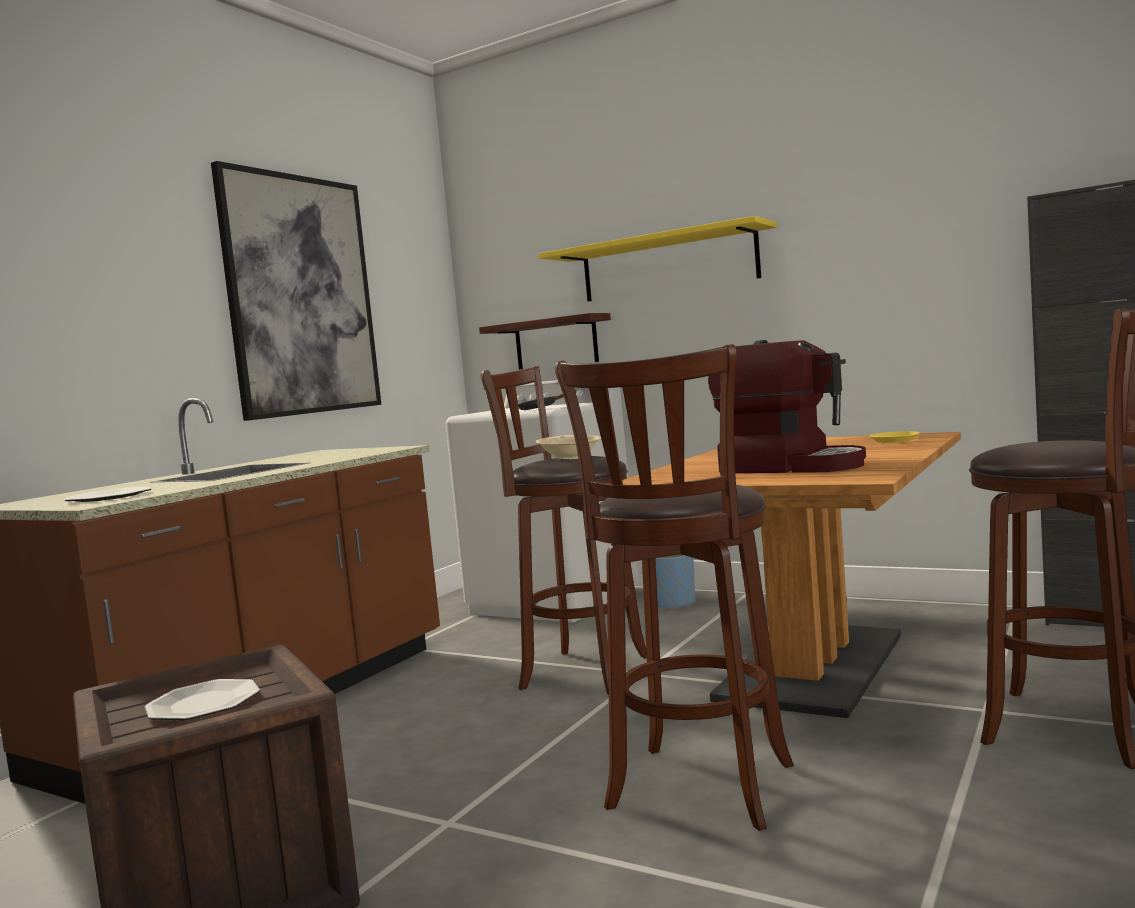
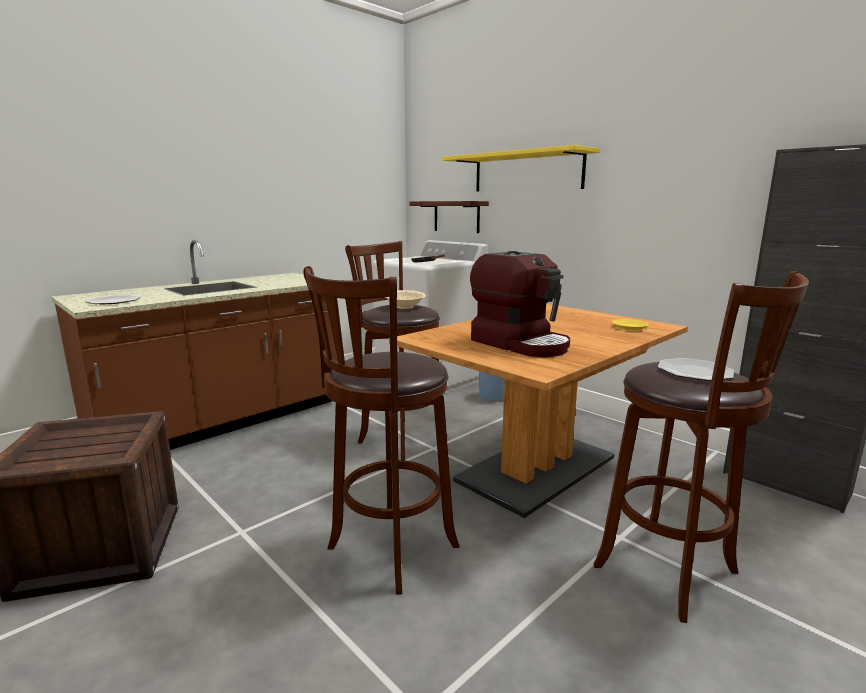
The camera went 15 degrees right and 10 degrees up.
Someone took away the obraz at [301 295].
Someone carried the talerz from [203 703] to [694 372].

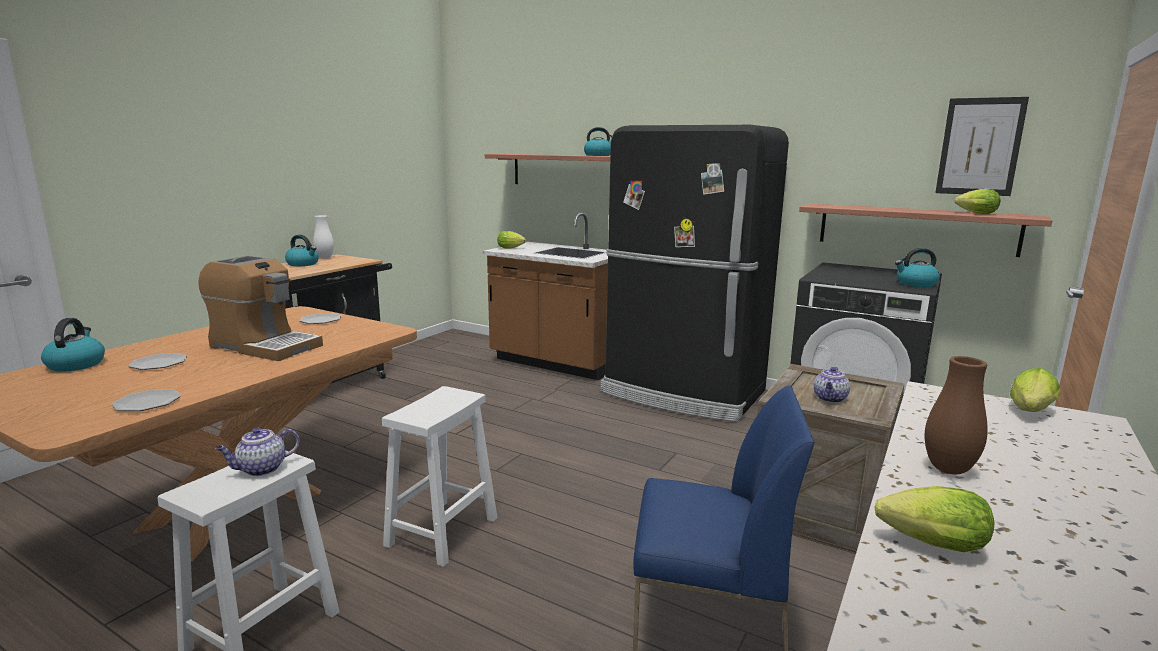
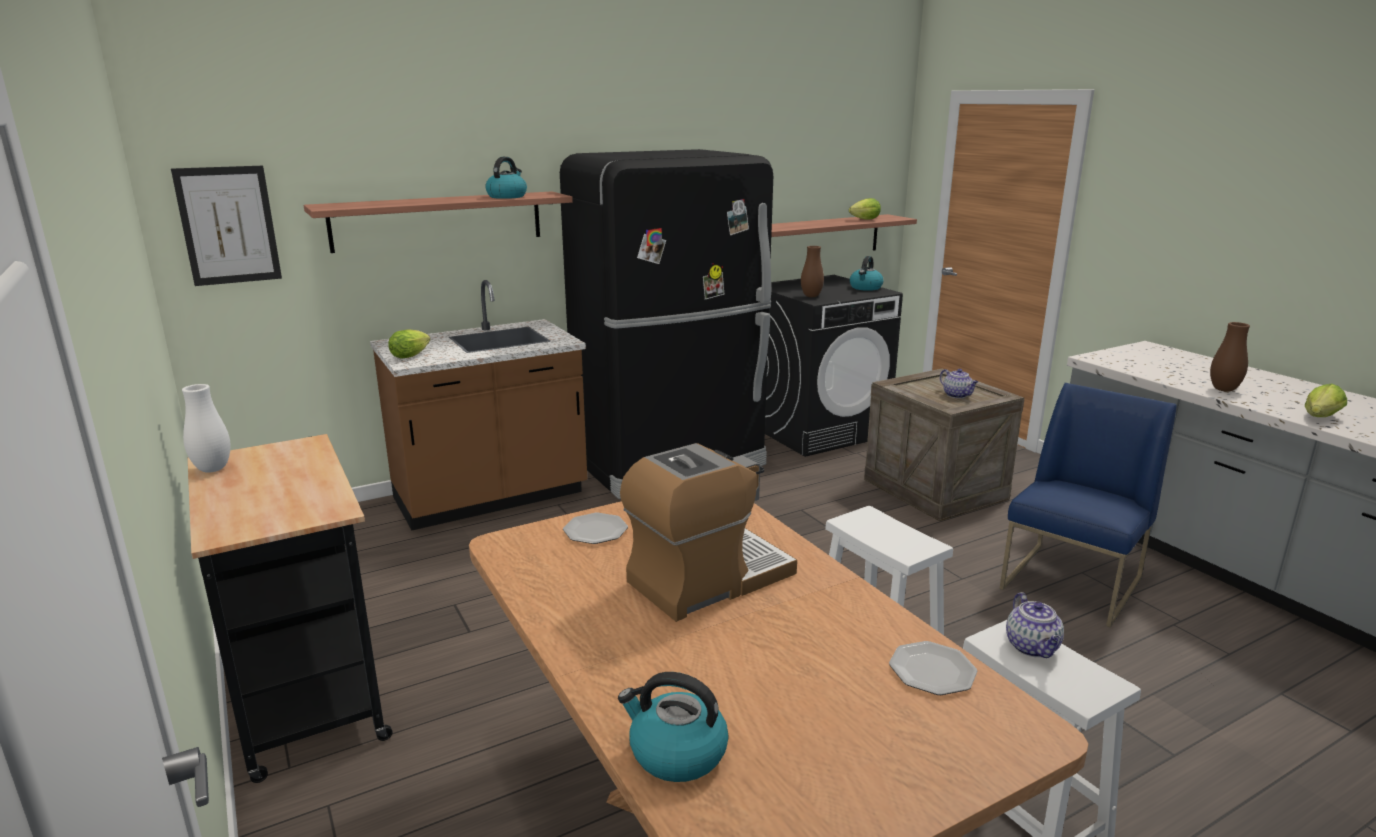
The camera went 60 degrees left and 5 degrees up.
Someone carried the obraz from [980 147] to [228 225].
Someone took away the czajnik at [303 264].
Someone took away the talerz at [159 363].
Someone took away the sałata at [1030 412].
Someone put down the wazon (brązowy) at [811 296].

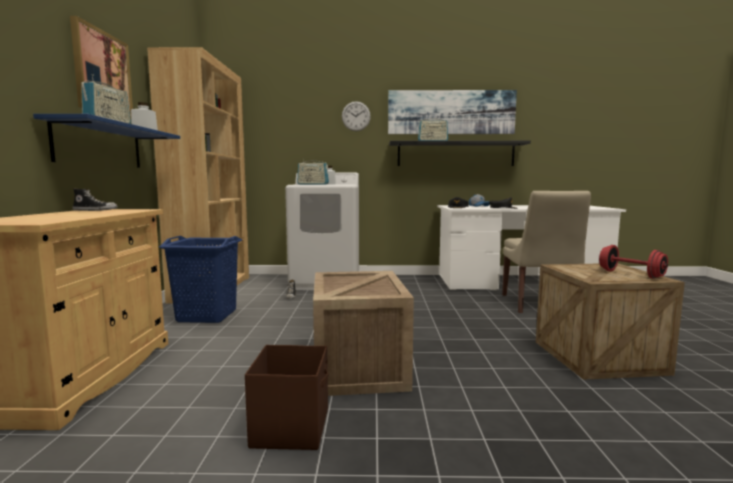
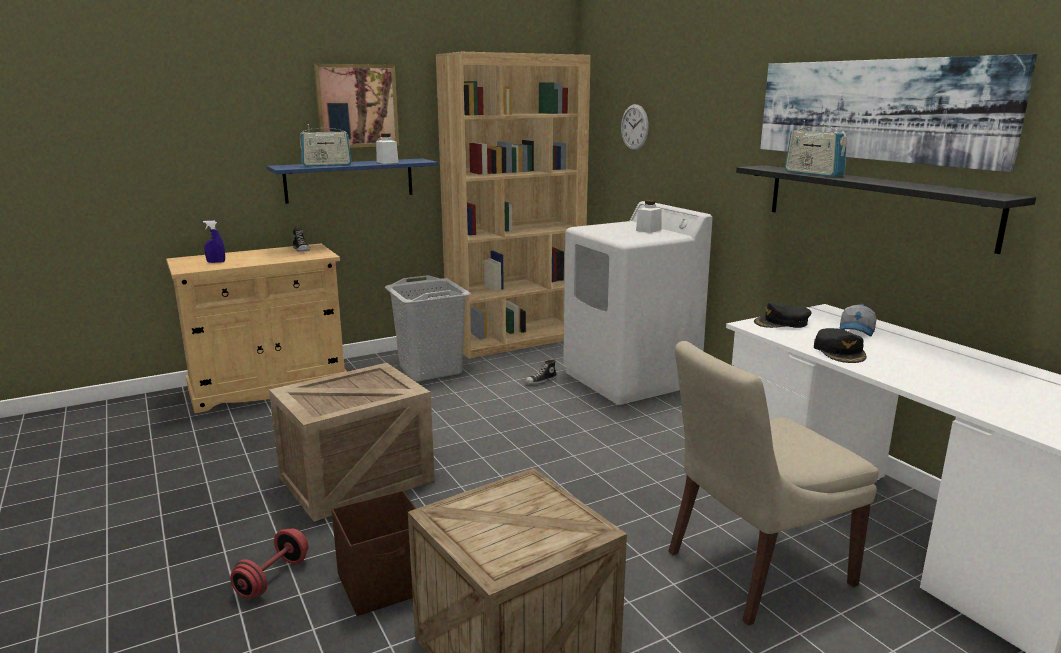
The camera went 60 degrees right and 10 degrees up.
Someone carried the zegar ścienny from [356 116] to [634 127].
Someone took away the radio at [313 184].
Someone repainted the kosz na pranie (niebieski) at [206 315], which became the kosz na pranie (szary) at [431 370].
Someone carried the hantel (czerwony) from [631 274] to [272 578].
Someone carried the pojemnik do przechowywania (brązowy) from [292 427] to [385 584].
Someone put down the spryskiwacz (niebieski) at [216 262].

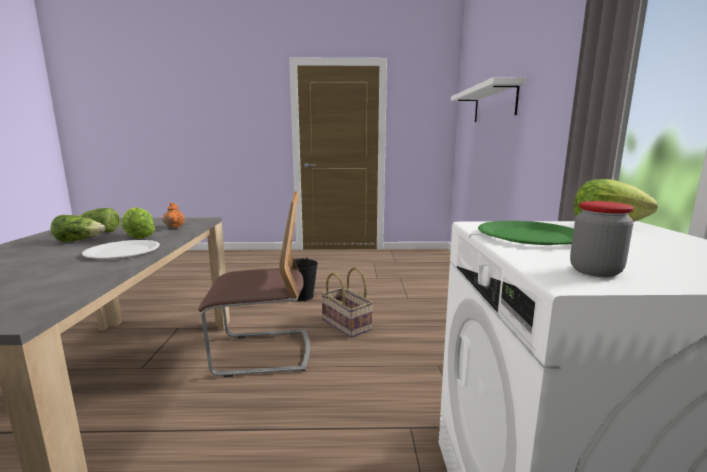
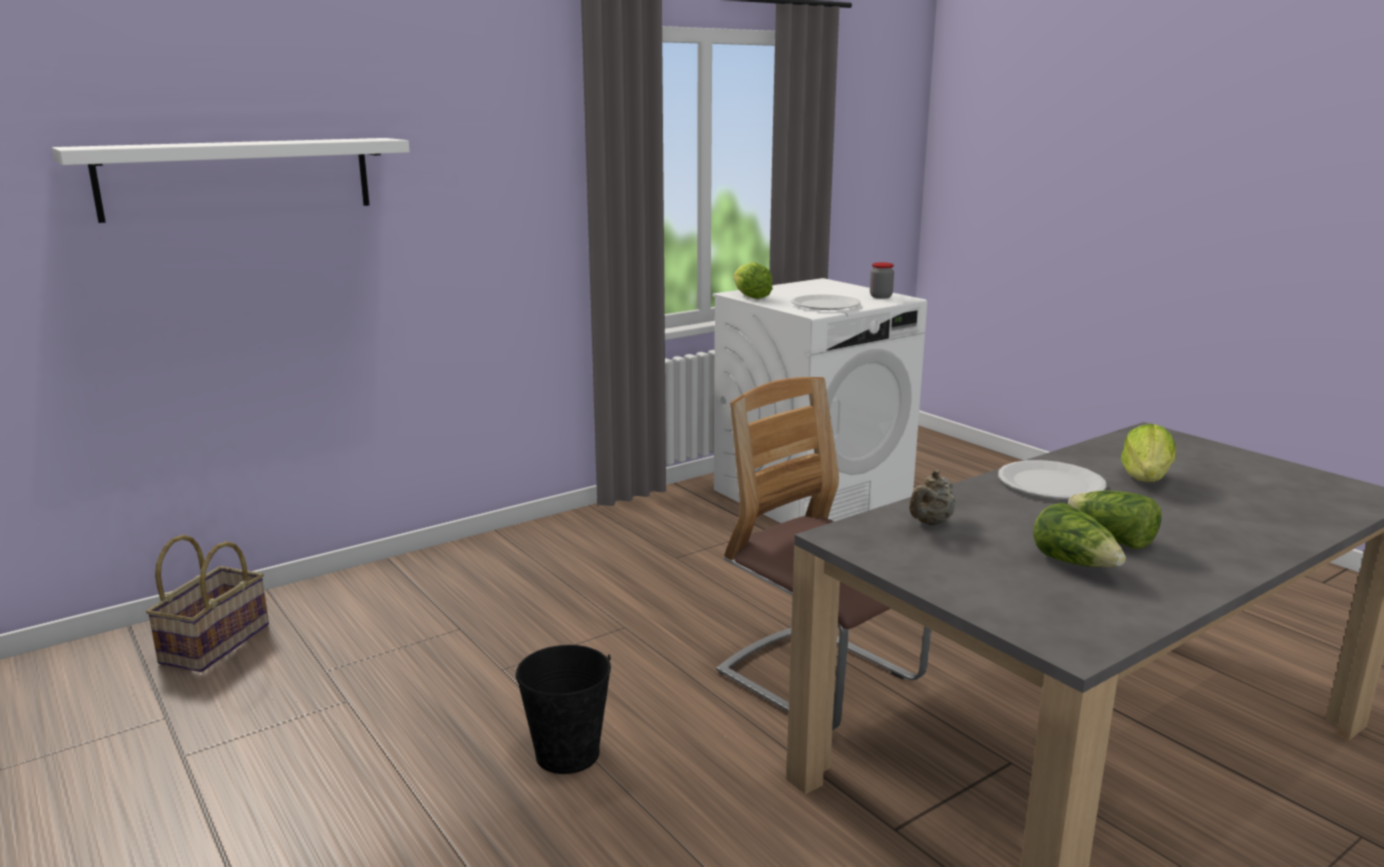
The camera went 125 degrees left and 5 degrees up.
Someone repainted the imbryk (pomarańczowy) at [175 227], which became the imbryk (beżowy) at [930 523].
Someone carried the sałata from [138 236] to [1146 479].
Someone repainted the talerz (zielony) at [530 236], which became the talerz (biały) at [825 305].
Someone carried the koszyk from [347 324] to [214 643].

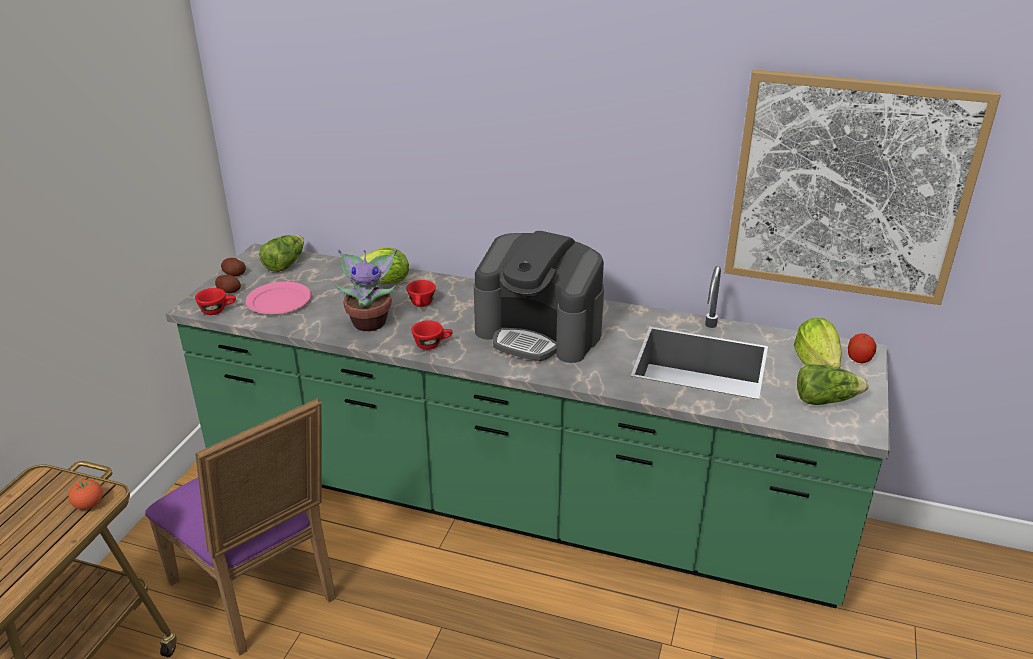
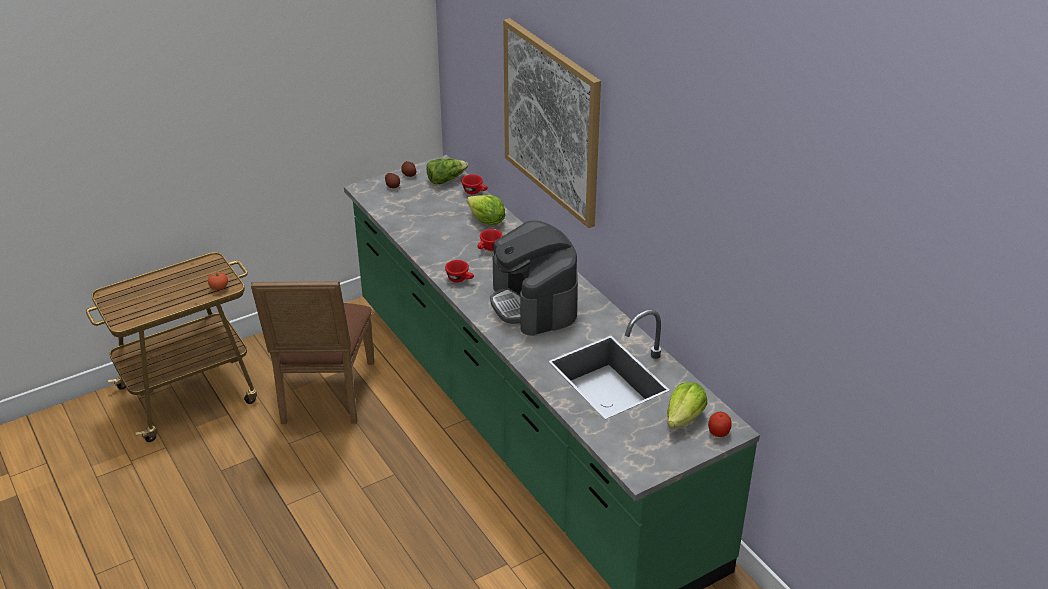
The camera went 40 degrees right and 5 degrees up.
Someone carried the obraz from [849 188] to [552 121].
Someone took away the roślina doniczkowa at [370 322].
Someone took away the talerz (różowy) at [279 301].
Someone carried the filiżanka (czerwony) from [218 310] to [475 192].
Someone took away the sałata at [825 399].
Someone repainted the krzesło (fioletowy) at [261 592], which became the krzesło (brązowy) at [323 396].

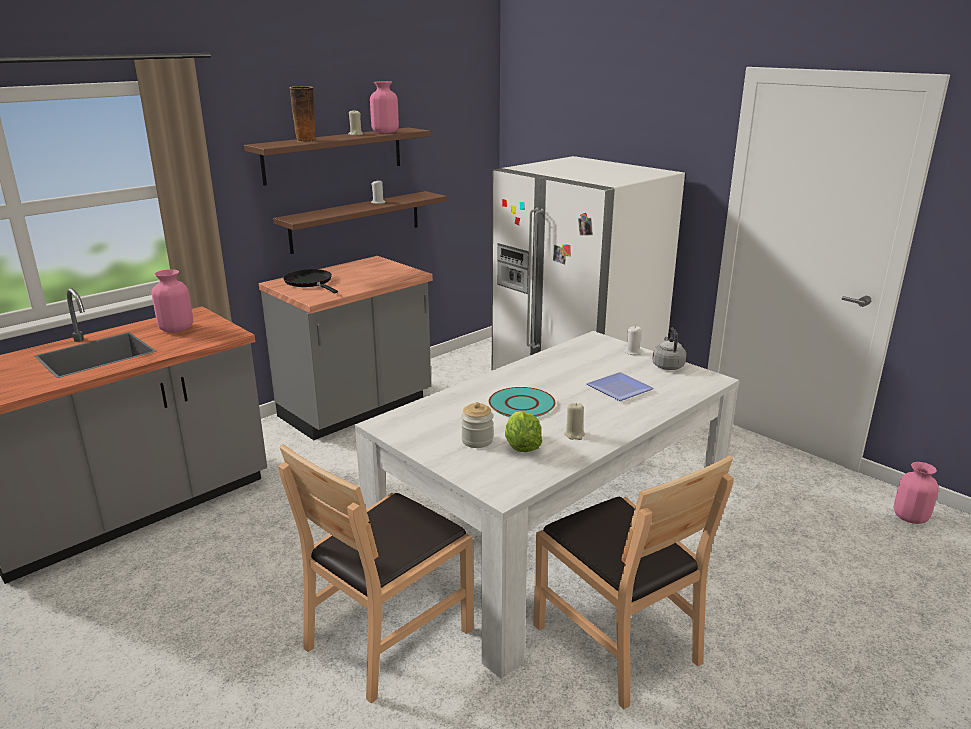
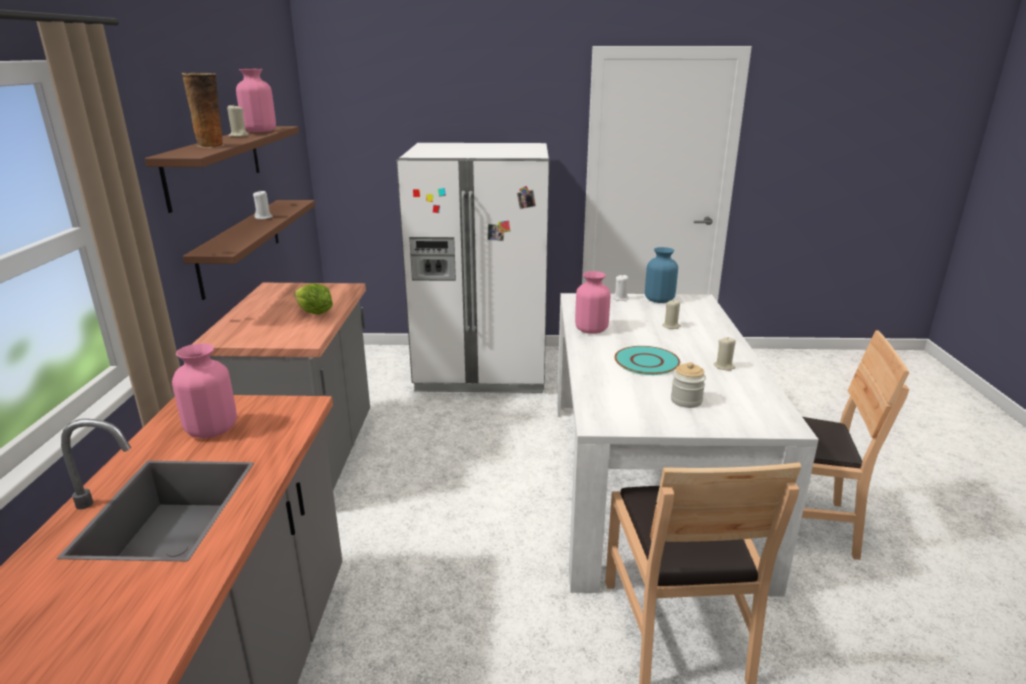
The camera went 45 degrees left and 0 degrees up.
Someone took away the patelnia (czarny) at [310 282].
Someone swapped the czajnik (szary) at [667 365] for the wazon (niebieski) at [659 300].
Someone swapped the talerz at [617 389] for the świeca (beżowy) at [671 326].
Someone carried the sałata from [522 447] to [314 313].
Someone carried the wazon (różowy) from [910 517] to [591 329].

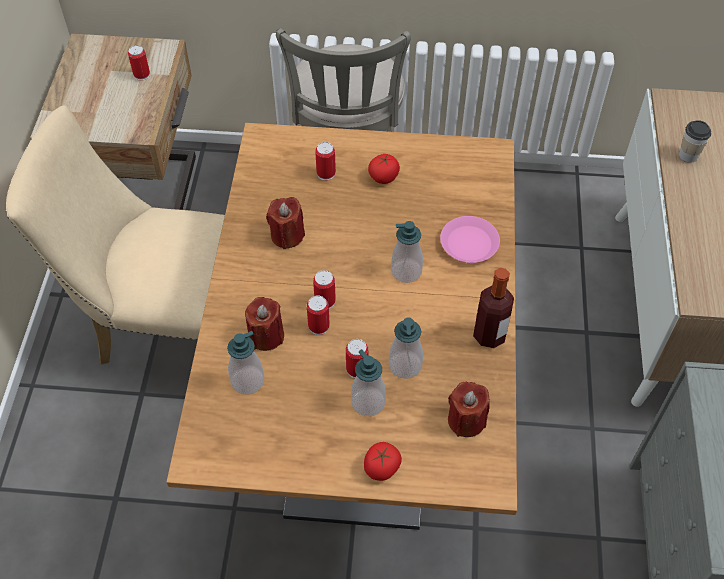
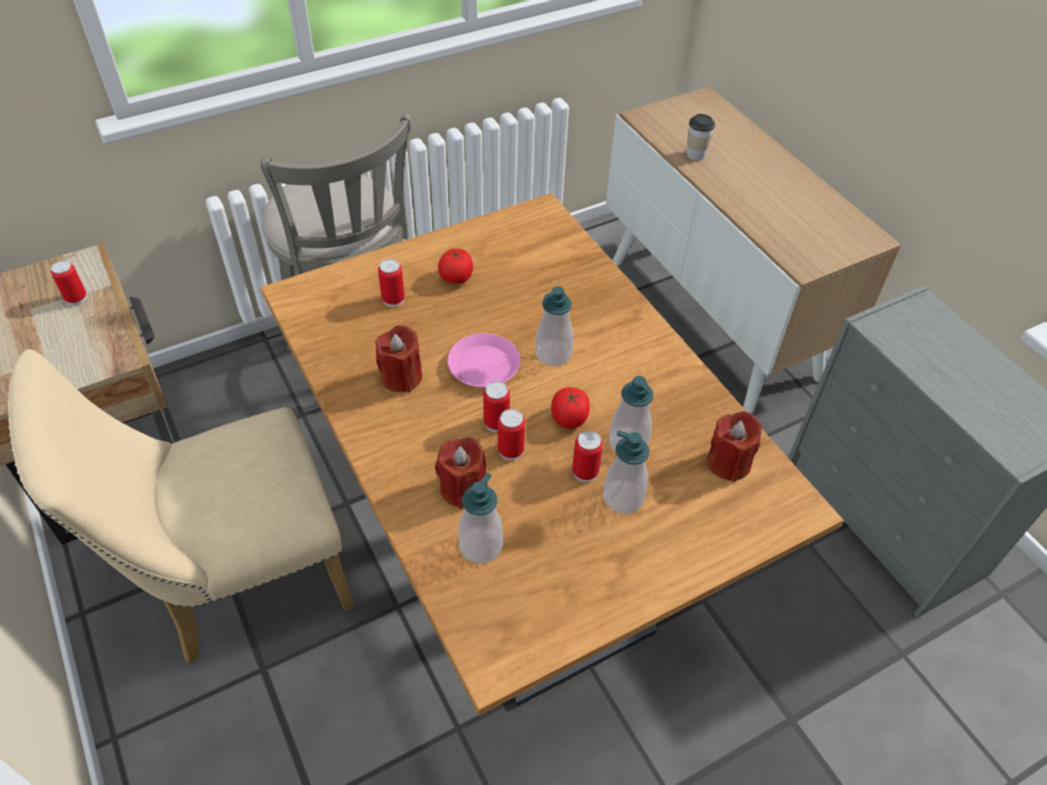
The camera went 35 degrees left and 5 degrees down.
Someone carried the talerz (różowy) from [469 243] to [483 365].
Someone took away the butelka at [489 335].
Someone carried the pomidor from [381 468] to [569 418].

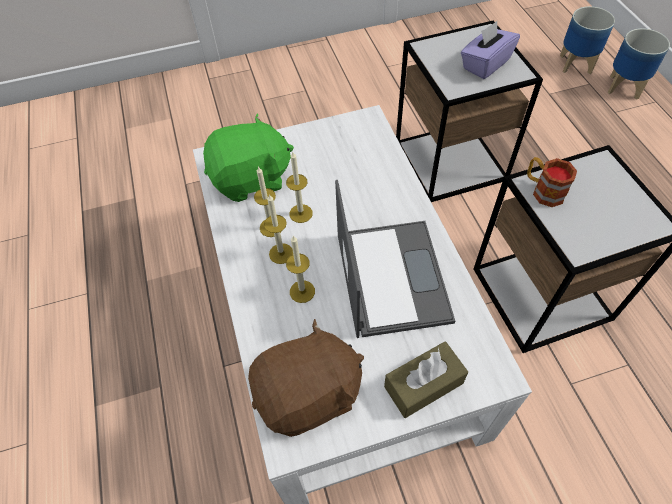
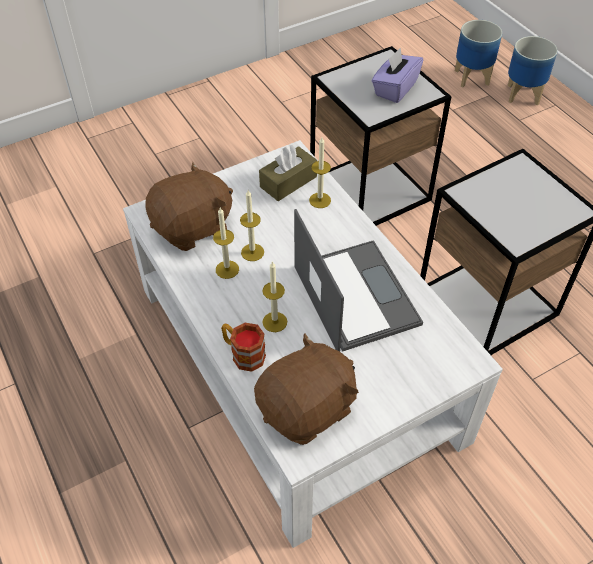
The camera went 15 degrees left and 5 degrees down.
Someone repainted the pluszak (zielony) at [251 179], which became the pluszak (brązowy) at [193 227].
Someone carried the kubek from [543 190] to [243 354].
Someone carried the świeca from [281 253] to [320 200].
Someone carried the pudełko chusteczek (brązowy) from [423 385] to [288 182].

